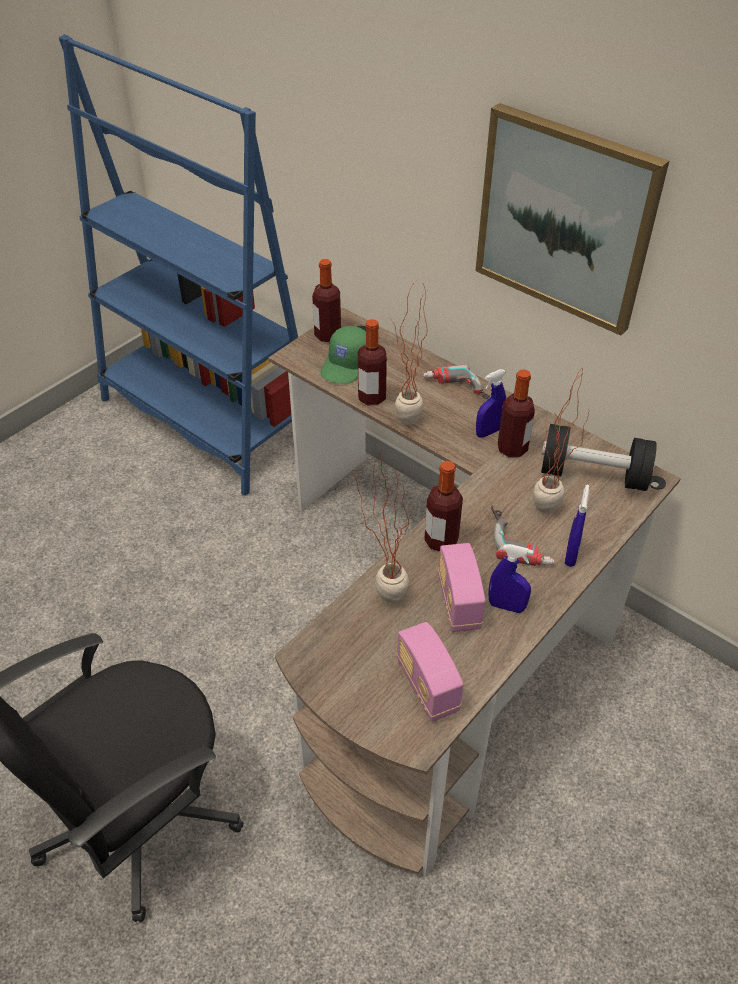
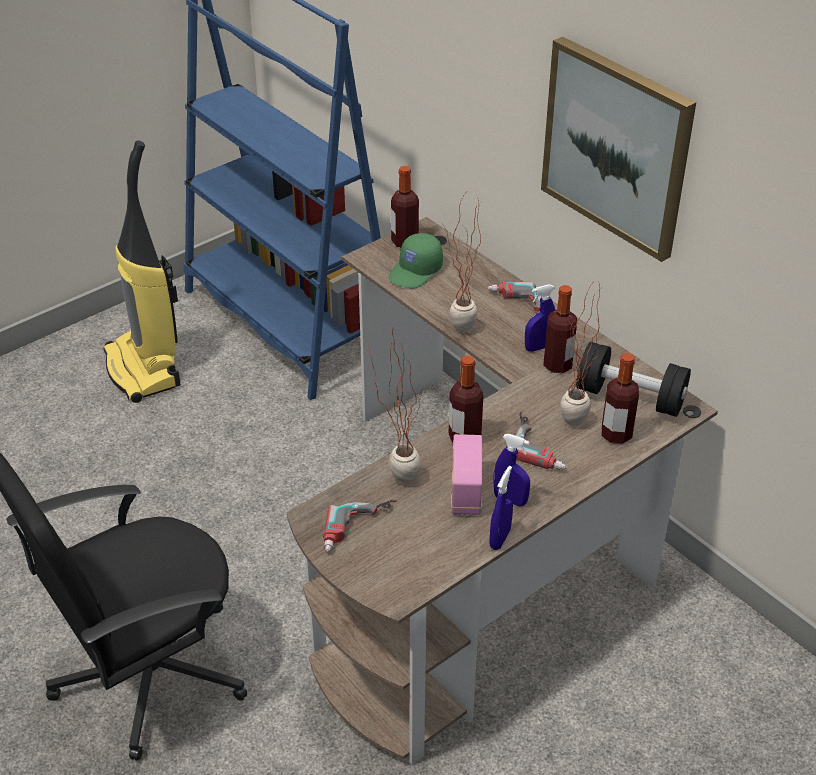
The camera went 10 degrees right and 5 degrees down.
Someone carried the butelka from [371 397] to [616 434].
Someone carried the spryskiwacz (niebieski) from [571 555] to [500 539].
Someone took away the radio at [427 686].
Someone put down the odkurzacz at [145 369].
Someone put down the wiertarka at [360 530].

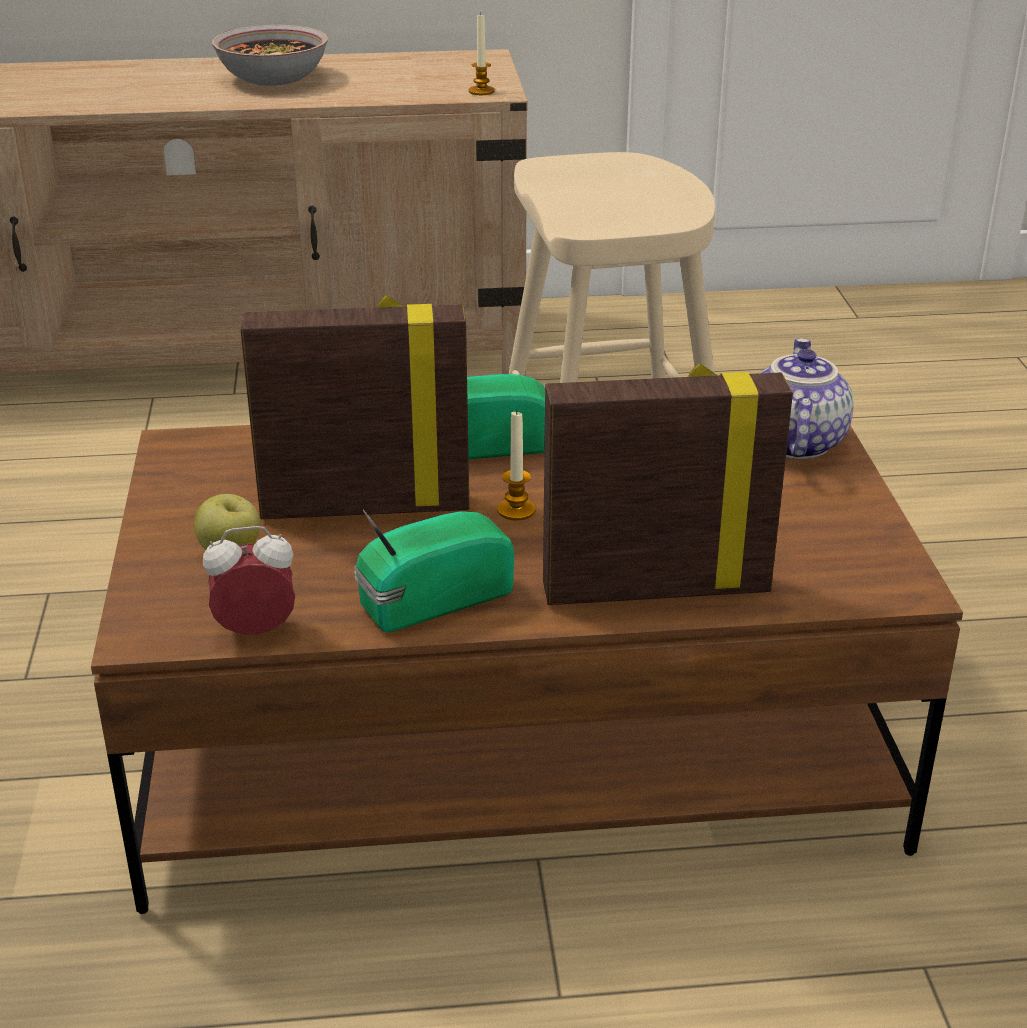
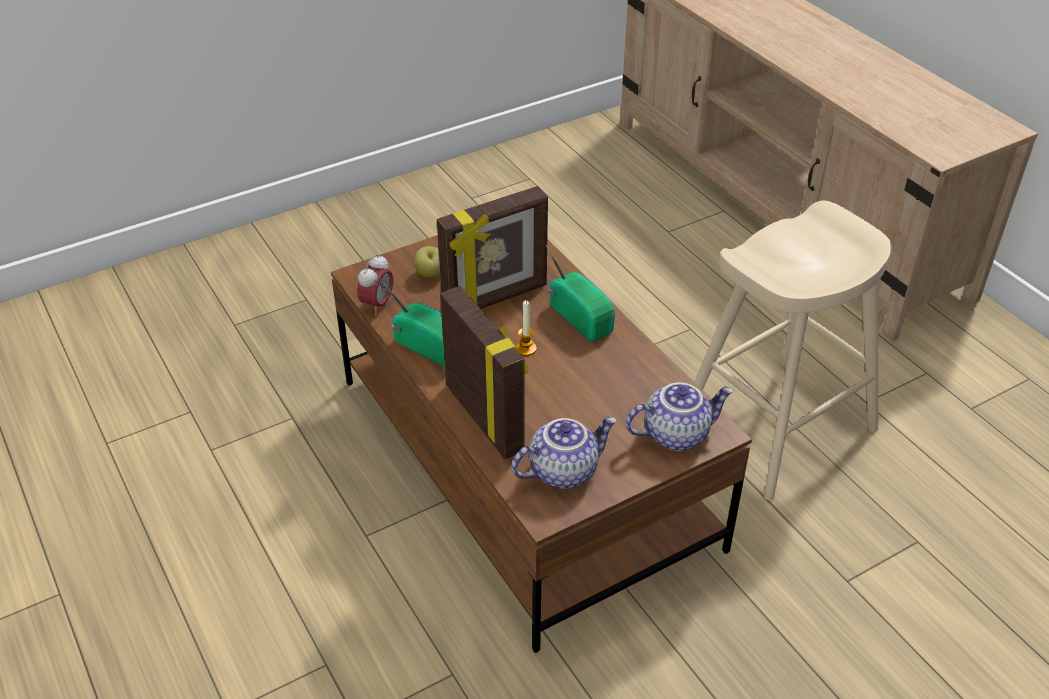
The camera went 65 degrees right and 10 degrees up.
Someone took away the świeca at [481 91].
Someone took away the miska at [273 78].
Someone rotated the ramka na zdjęcie at [365 506] by 90 degrees clockwise.
Someone rotated the budzik at [256 631] by 60 degrees clockwise.
Someone put down the imbryk at [563 470].

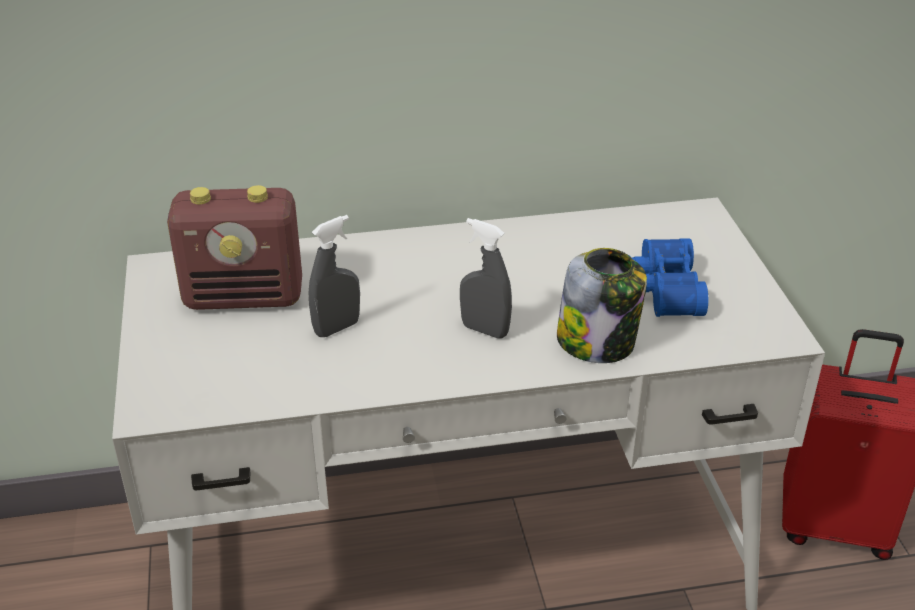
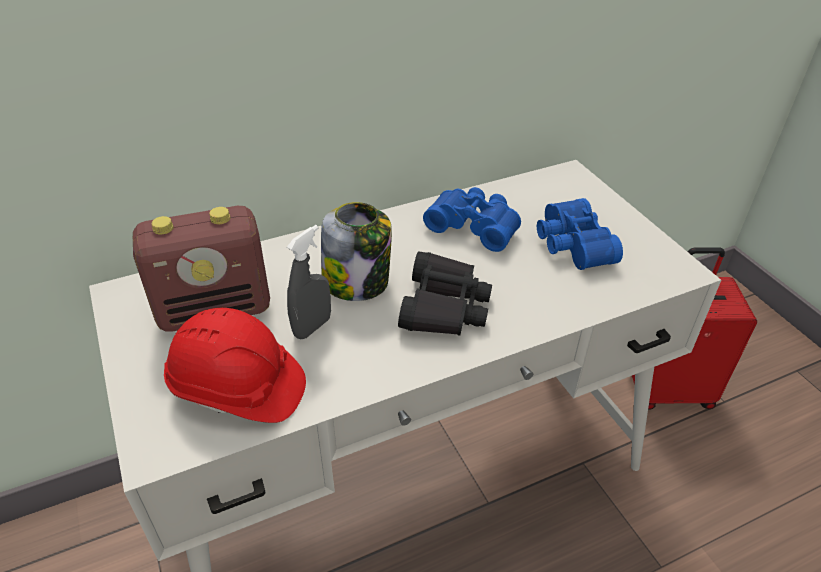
The camera went 15 degrees left and 5 degrees up.
Someone swapped the spryskiwacz (szary) at [484 330] for the lornetka (czarny) at [444 306].
Someone carried the słoik from [597 342] to [357 282].
Someone put down the lornetka (niebieski) at [474 226].
Someone put down the kask (czerwony) at [238 388].

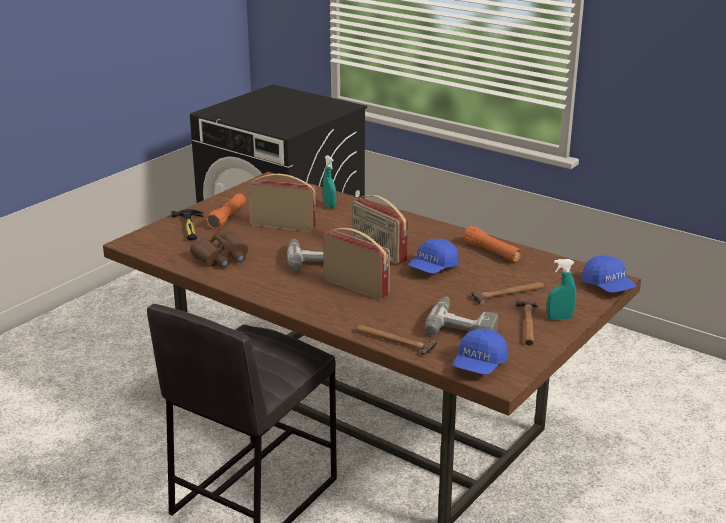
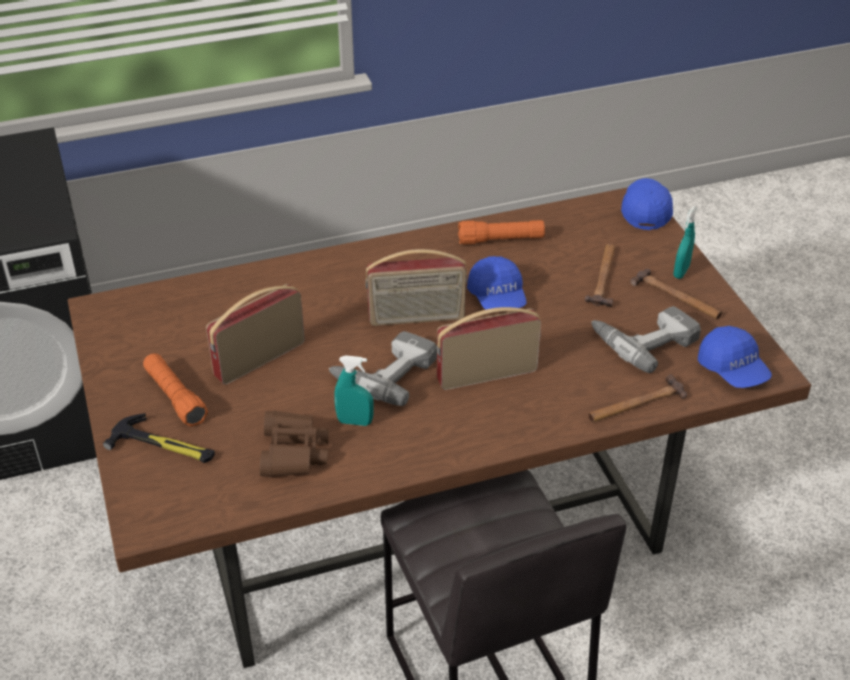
The camera went 55 degrees left and 15 degrees up.
Someone carried the spryskiwacz (turkusowy) from [329 205] to [355 422].
Someone rotated the czapka z daszkiem (niebieski) at [608 287] by 90 degrees counterclockwise.

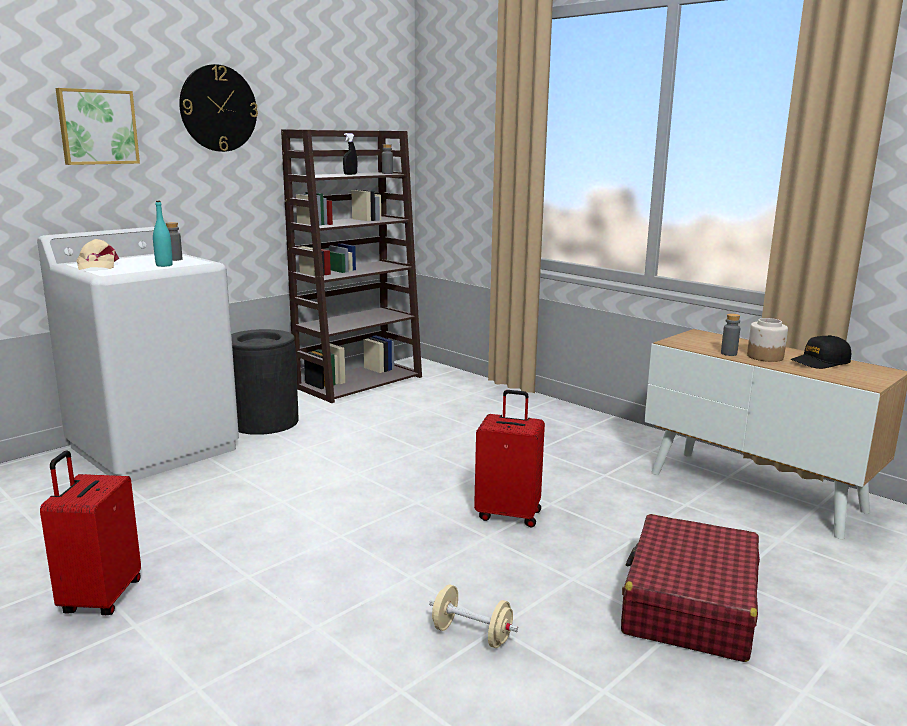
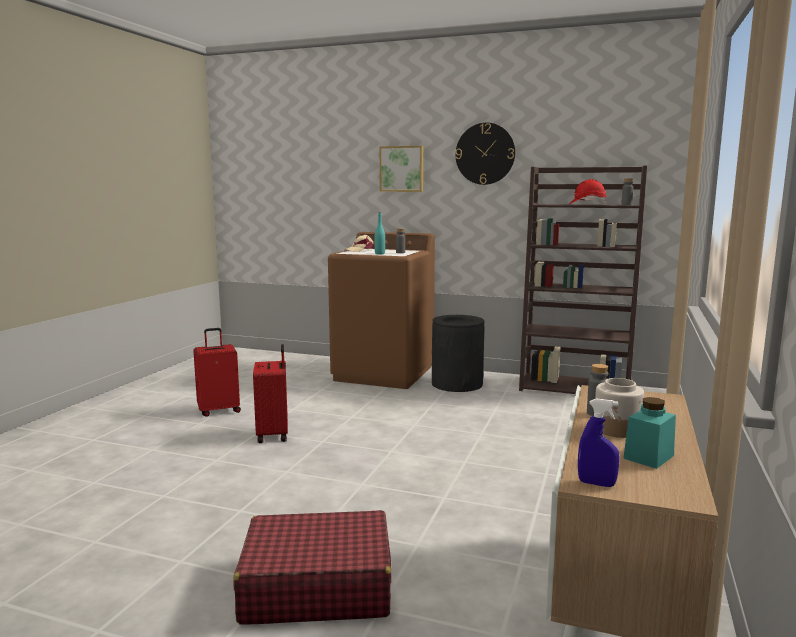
The camera went 65 degrees right and 5 degrees down.
Someone swapped the spryskiwacz (czarny) at [350 174] for the kask (czerwony) at [587 204].
Someone repainted the pralka (biały) at [154 448], which became the pralka (brązowy) at [384 373].
Someone swapped the czapka z daszkiem (czarny) at [820 362] for the słoik (turkusowy) at [648 457].
Someone carried the walizka (czerwony) from [509 514] to [274 434].
Someone took away the hantel (beżowy) at [472 635].
Someone put down the spryskiwacz (niebieski) at [596 484].

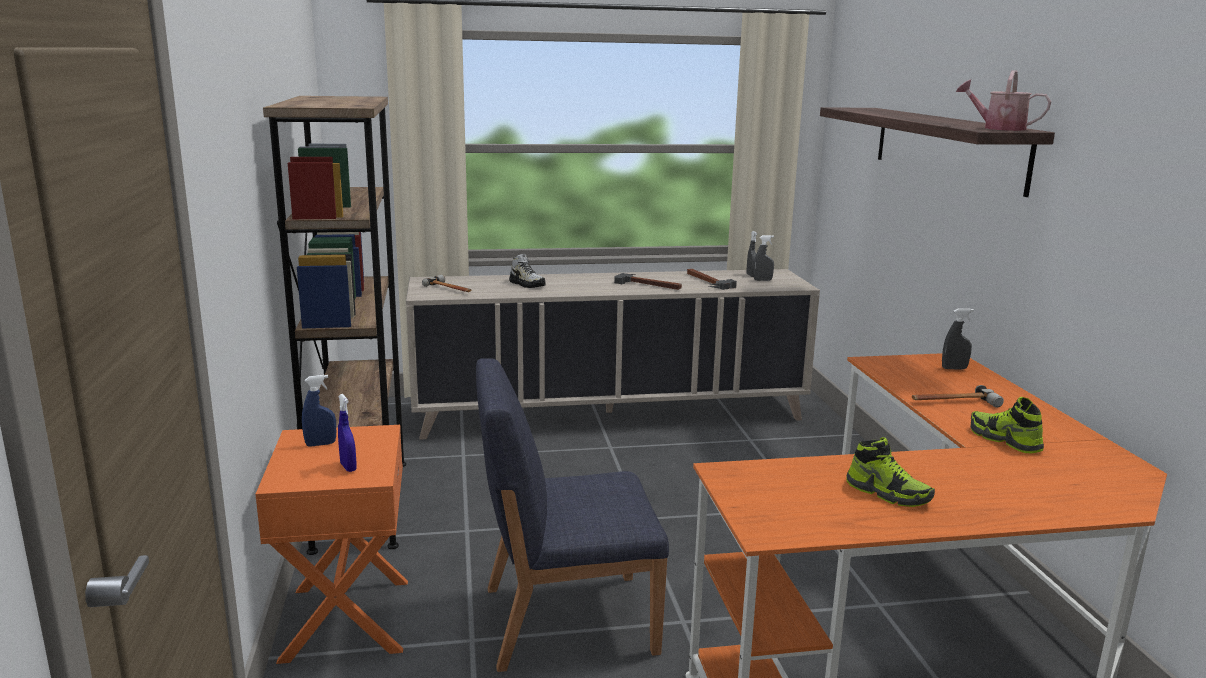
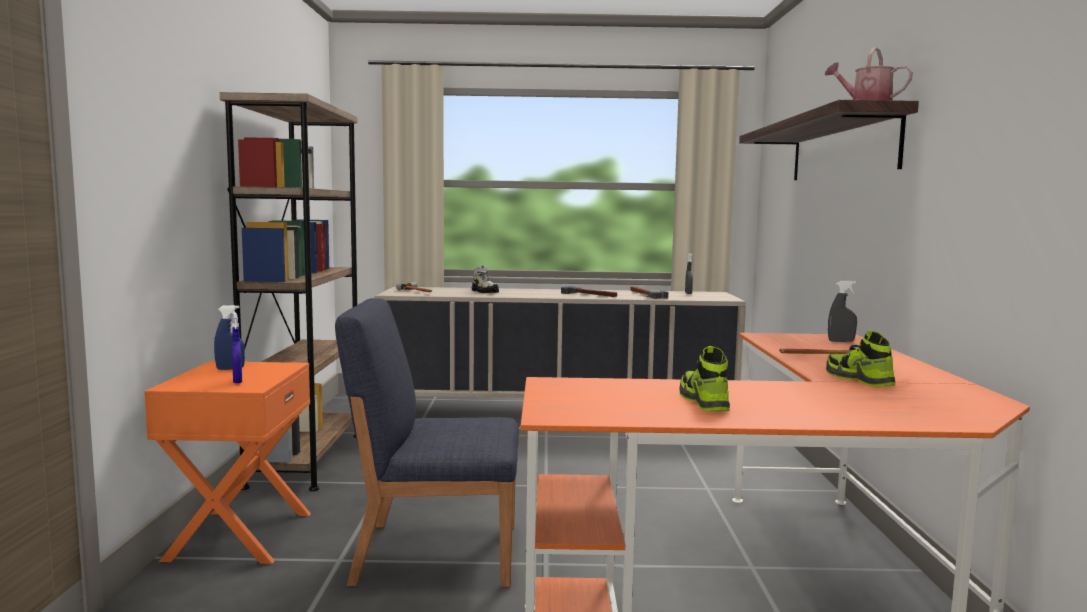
The camera went 10 degrees right and 10 degrees down.
Someone took away the spryskiwacz (szary) at [762 280].
Someone rotated the but at [888 493] by 150 degrees counterclockwise.

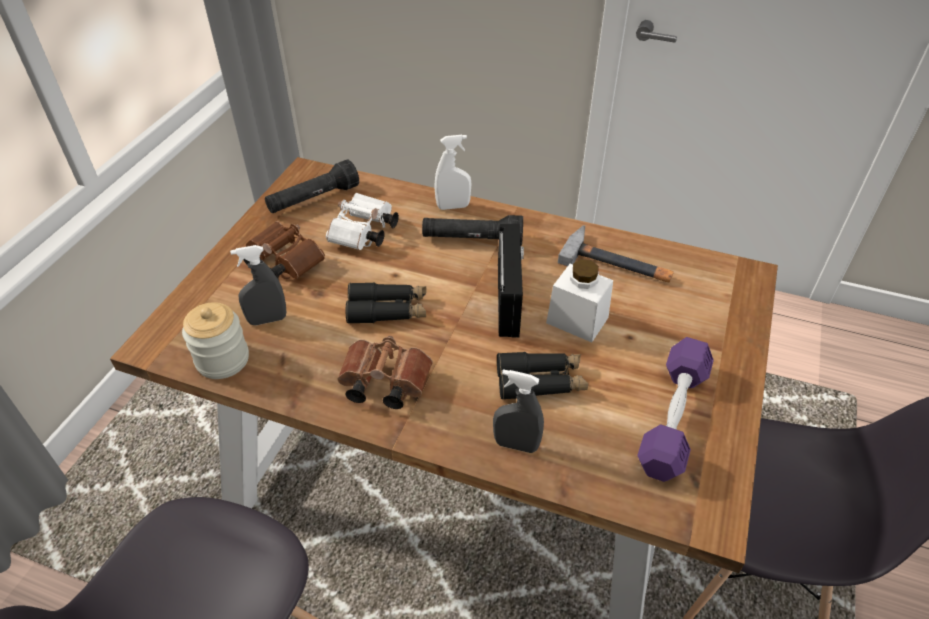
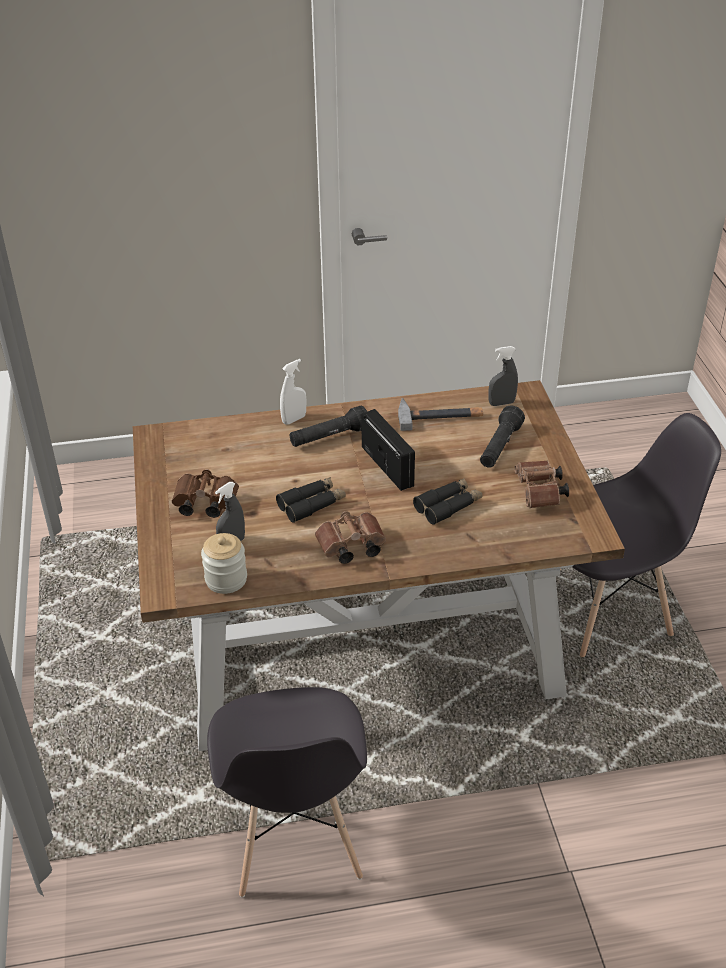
The camera went 30 degrees left and 5 degrees down.
Someone carried the latarka (czarny) from [313 199] to [499 447].
Someone took away the lornetka (biały) at [363 234].
Someone took away the słoik (biały) at [577 320].
Someone swapped the hantel (fioletowy) at [673 418] for the lornetka (brązowy) at [540 493].
Someone carried the spryskiwacz (szary) from [516 445] to [501 403].

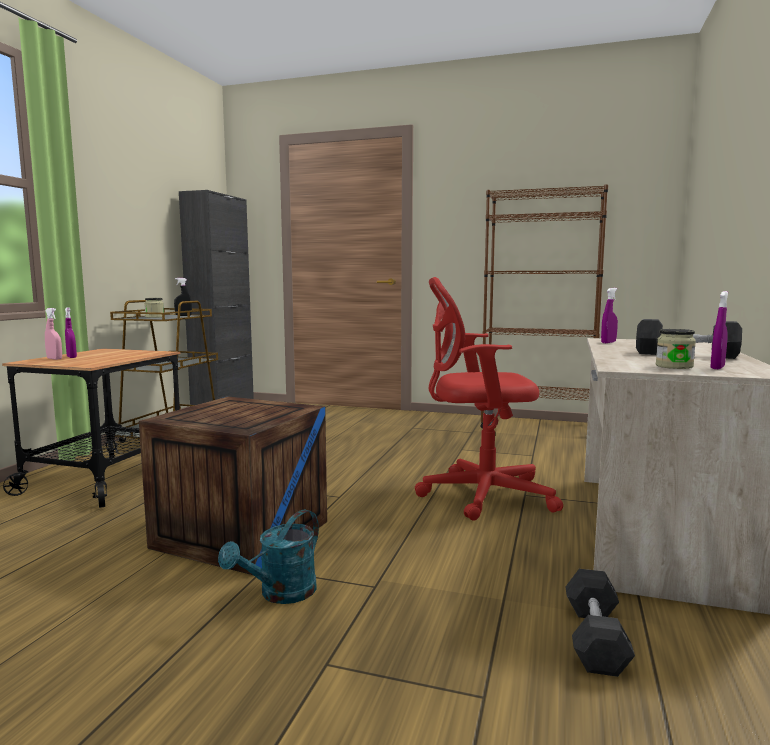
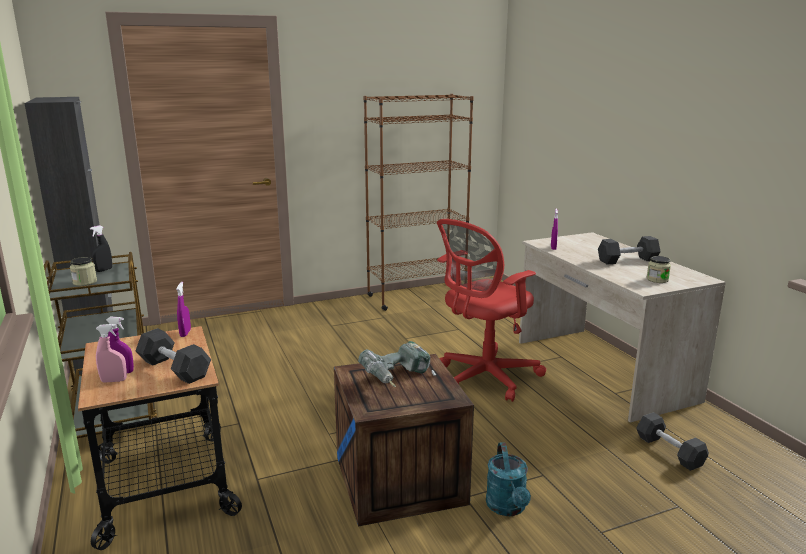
The camera went 40 degrees left and 10 degrees up.
Someone carried the spryskiwacz (fioletowy) from [717 367] to [185 333].
Someone put down the hantel (szary) at [174 369].
Someone put down the wiertarka at [398 379].

